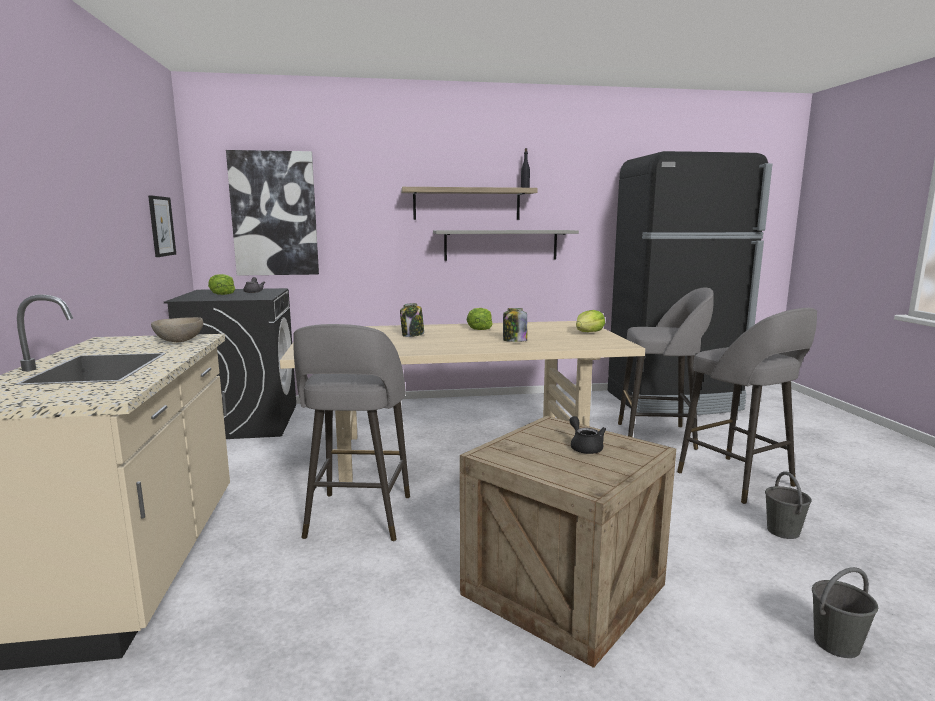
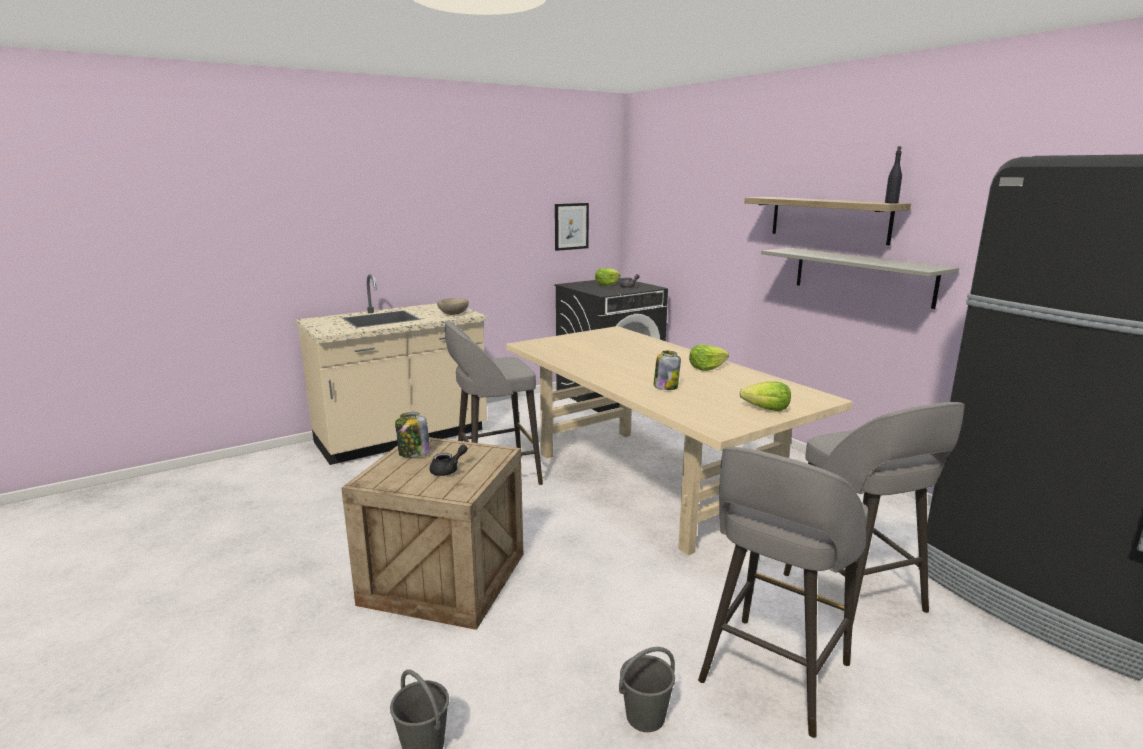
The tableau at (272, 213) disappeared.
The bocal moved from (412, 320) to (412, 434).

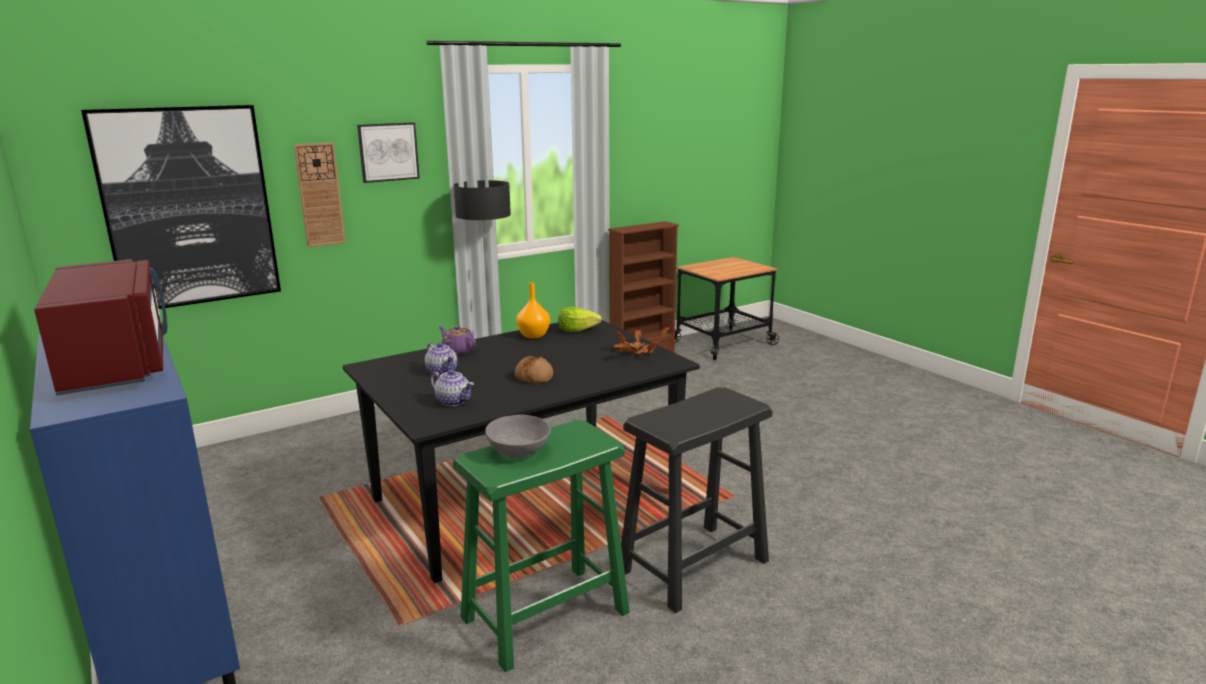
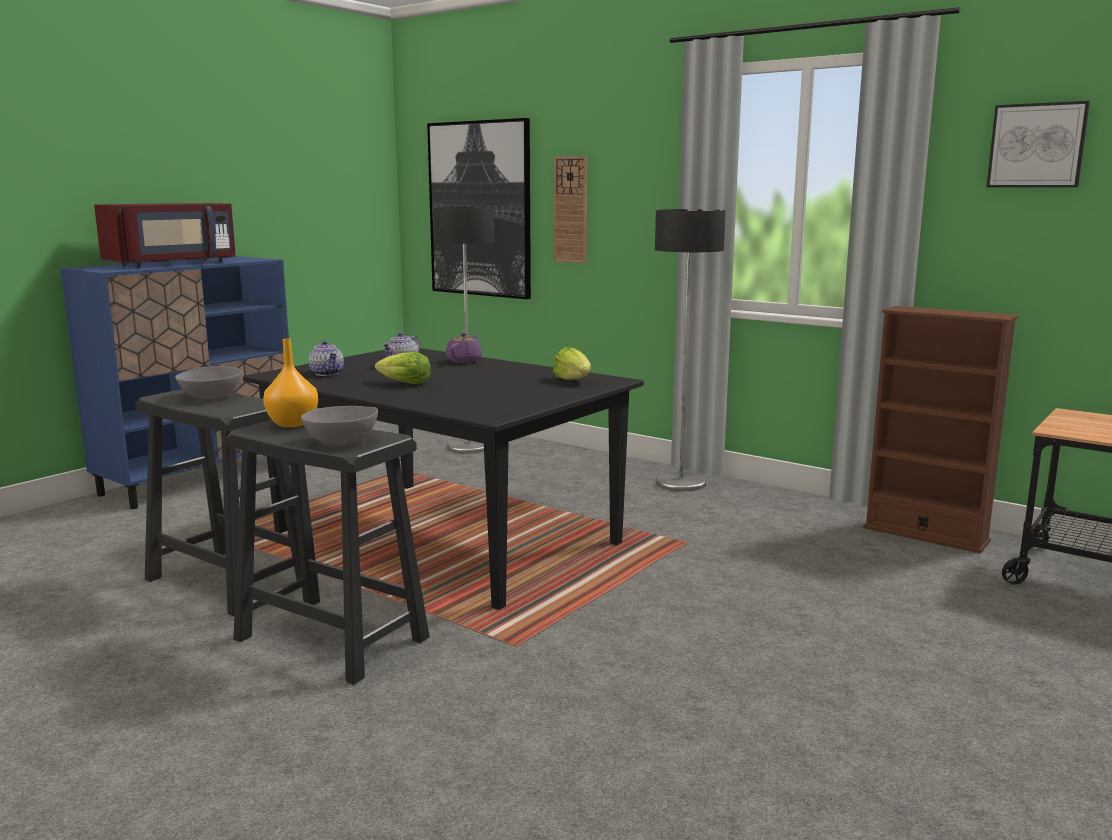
The tableau moved from (388, 152) to (1038, 144).
The théière at (452, 388) turned 45 degrees counterclockwise.
The tabouret/vert at (541, 546) became the tabouret/noir at (218, 503).
The pain at (534, 370) was replaced by the laitue at (403, 368).
The vase/orange moved from (533, 310) to (290, 383).
The plante en pot at (642, 340) disappeared.
The bol/gris at (339, 425) appeared.
The lampadaire at (463, 329) appeared.

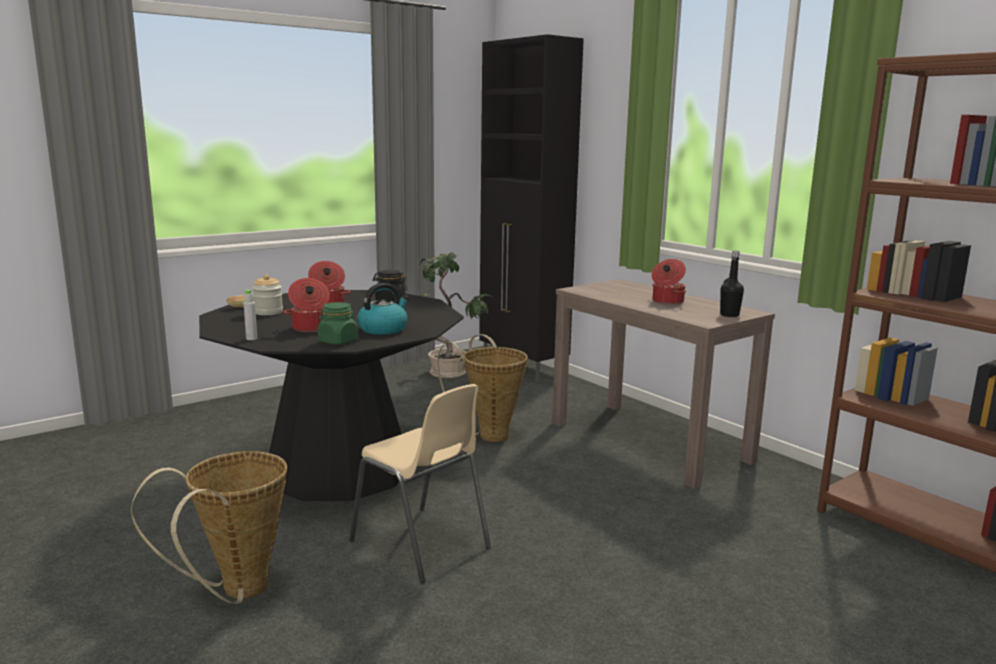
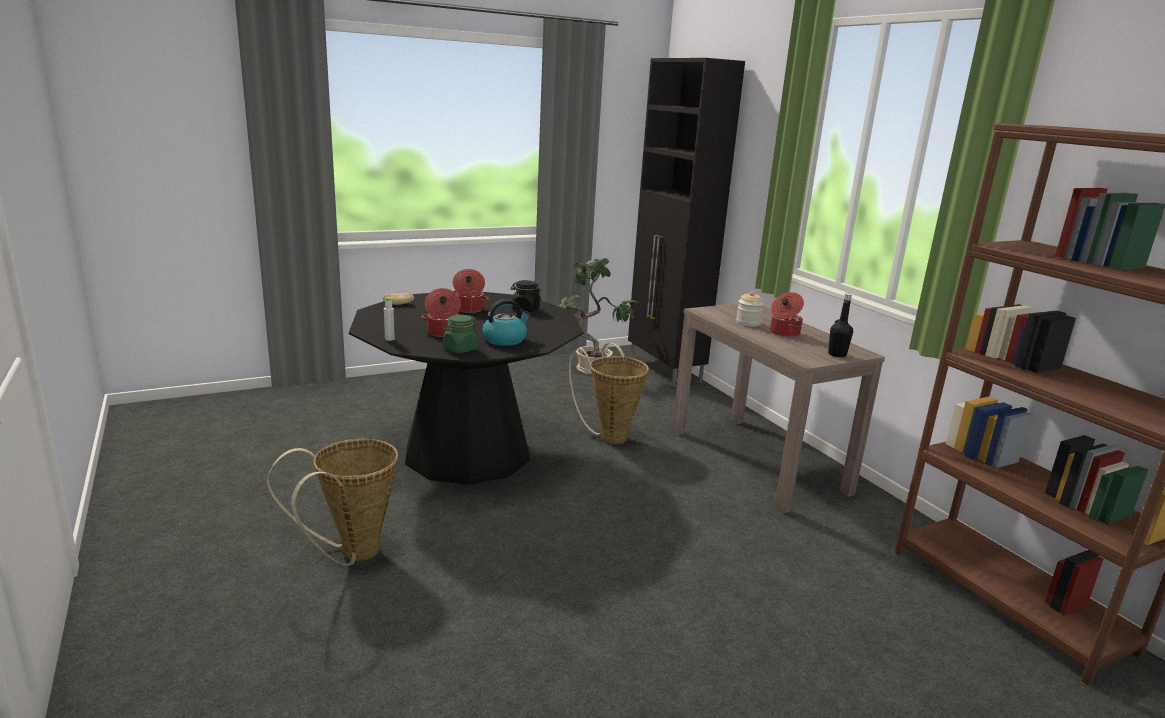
The bocal moved from (267, 294) to (749, 309).
The chaise/beige at (420, 484) disappeared.

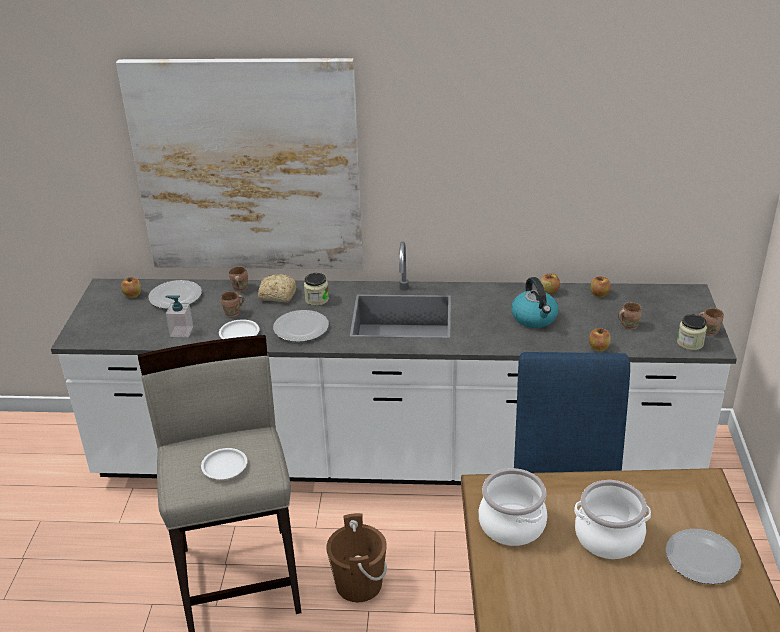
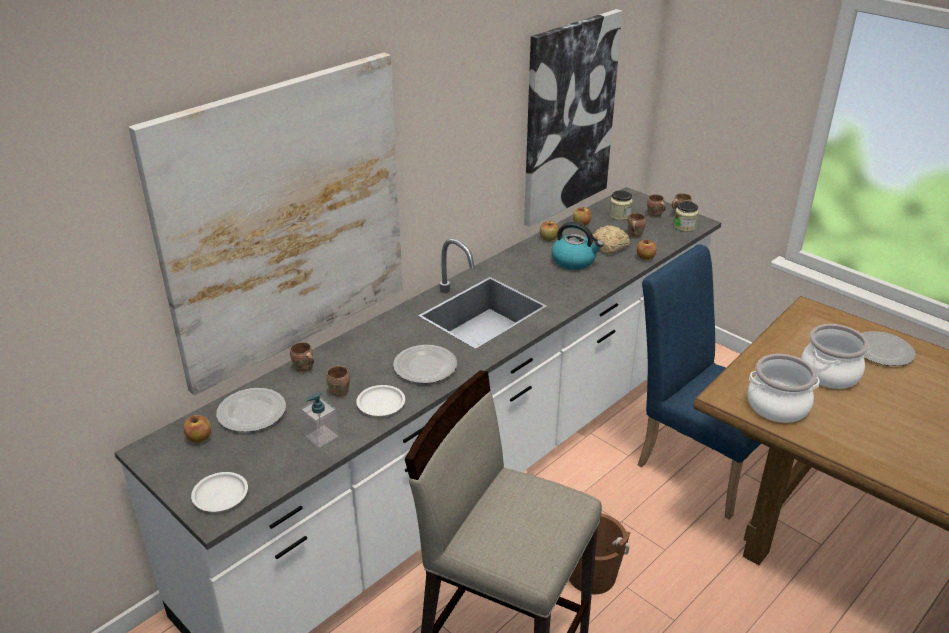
The assiette/blanc moved from (224, 463) to (219, 492).
The pain moved from (277, 288) to (611, 239).
The bocal moved from (316, 289) to (621, 205).
The tableau at (573, 118) appeared.
The mug/marron at (656, 206) appeared.

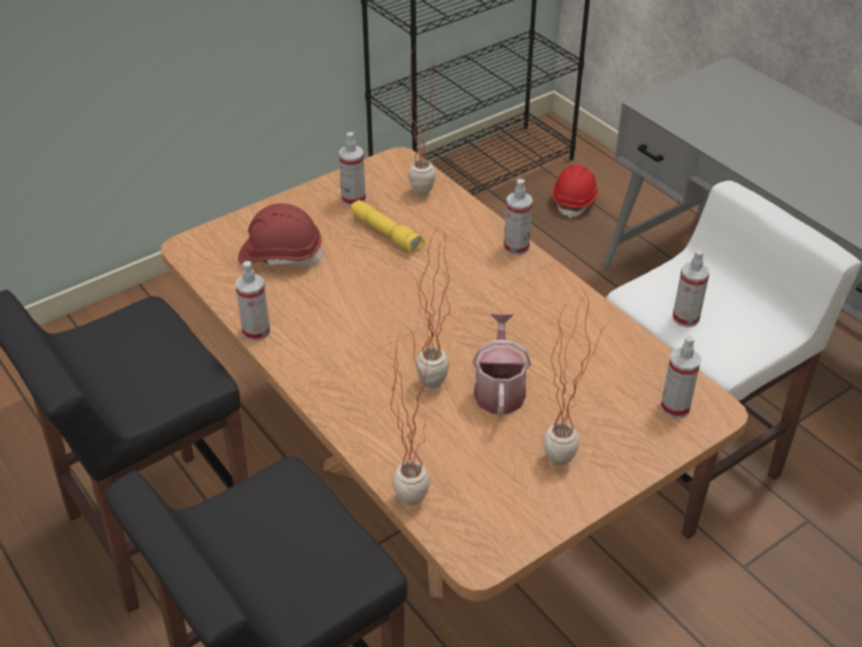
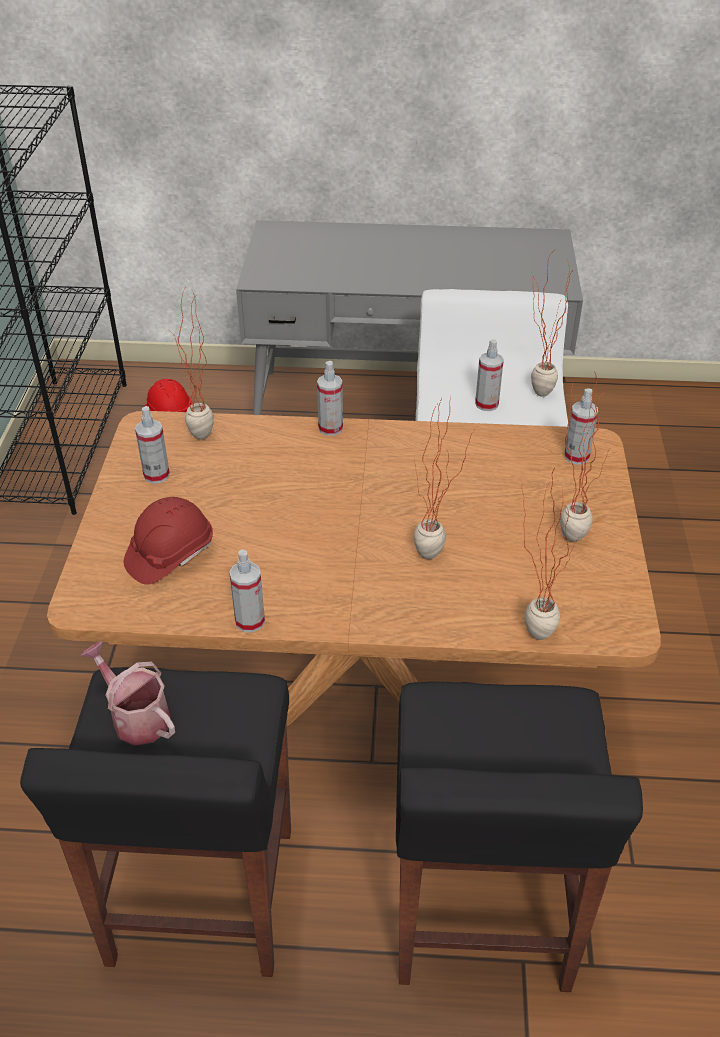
The lampe de poche/jaune at (388, 226) disappeared.
The arrosoir moved from (501, 364) to (128, 693).
The plante en pot at (552, 325) appeared.

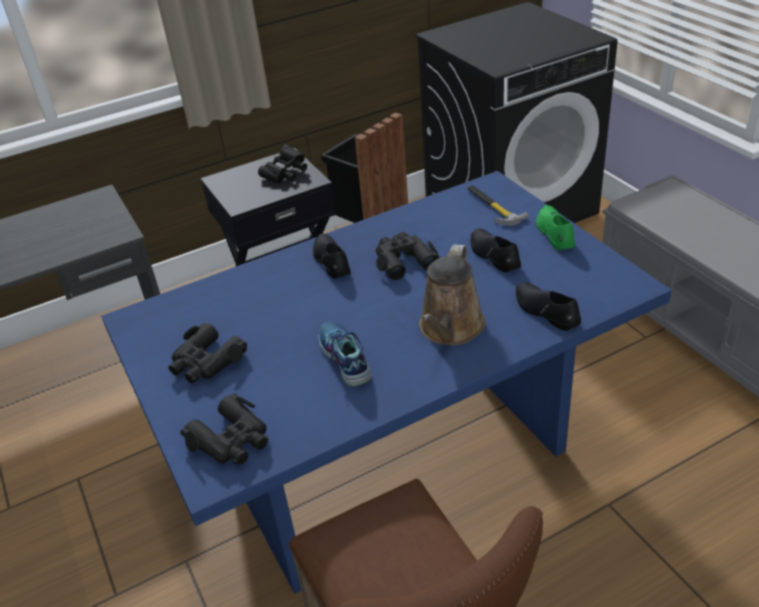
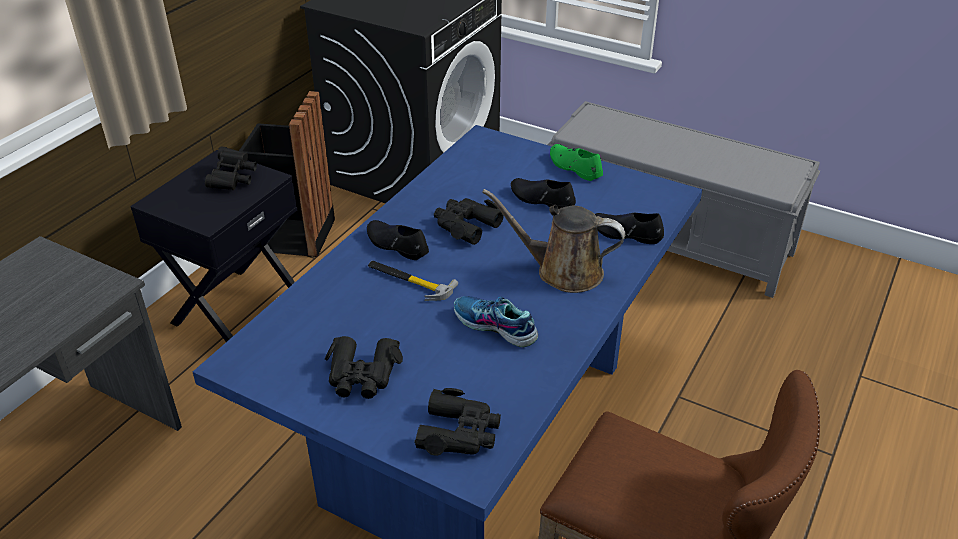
The arrosoir/marron at (452, 294) turned 120 degrees clockwise.
The marteau moved from (498, 205) to (413, 281).

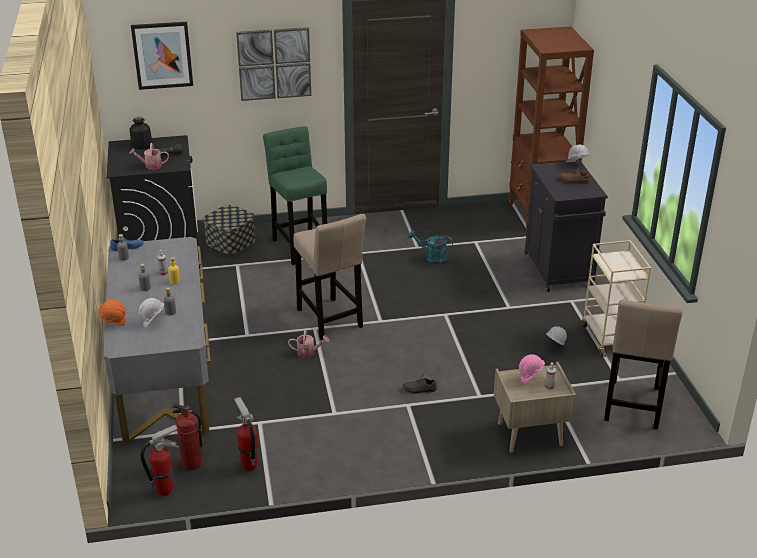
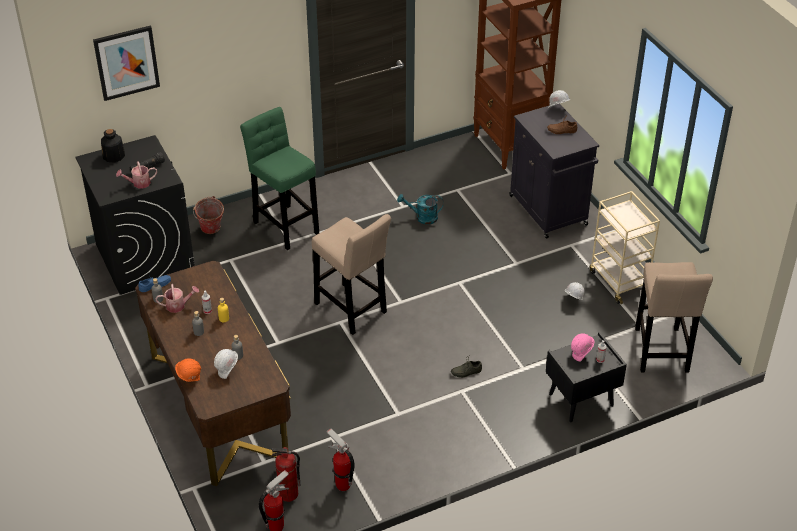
The bureau/gris at (157, 340) became the bureau/marron at (213, 373).
The boîte de rangement at (229, 229) was replaced by the seau at (208, 215).
The tableau at (273, 64) disappeared.
The arrosoir moved from (308, 344) to (177, 298).
The table de chevet/beige at (535, 407) became the table de chevet/noir at (586, 377).

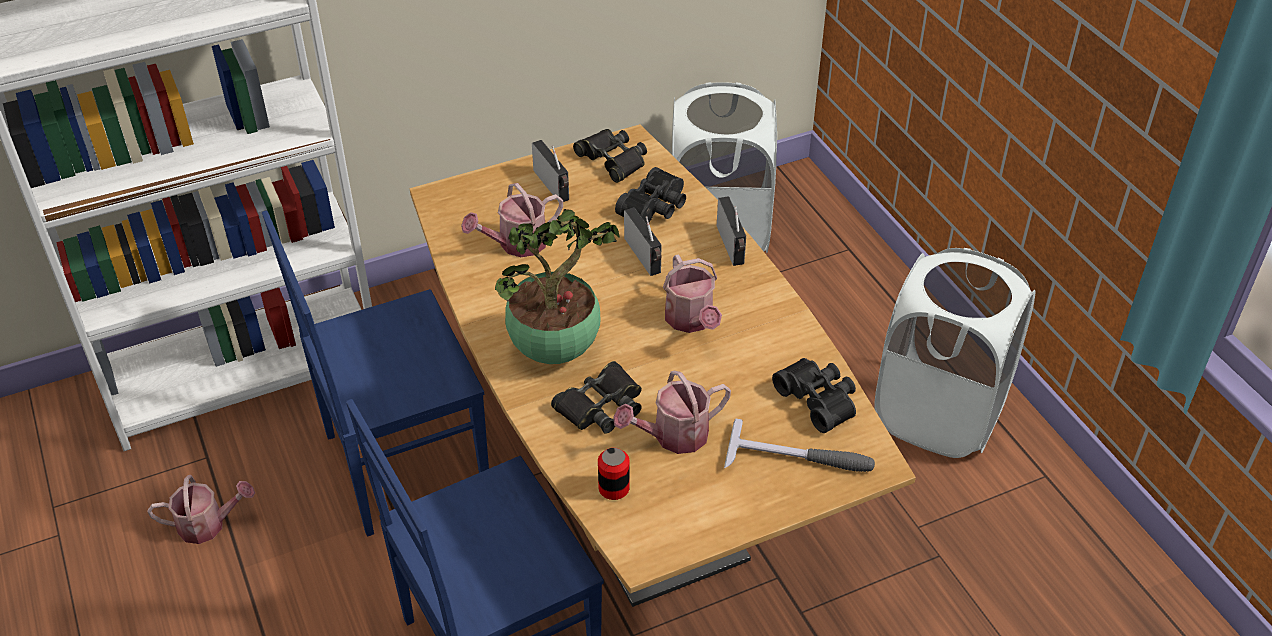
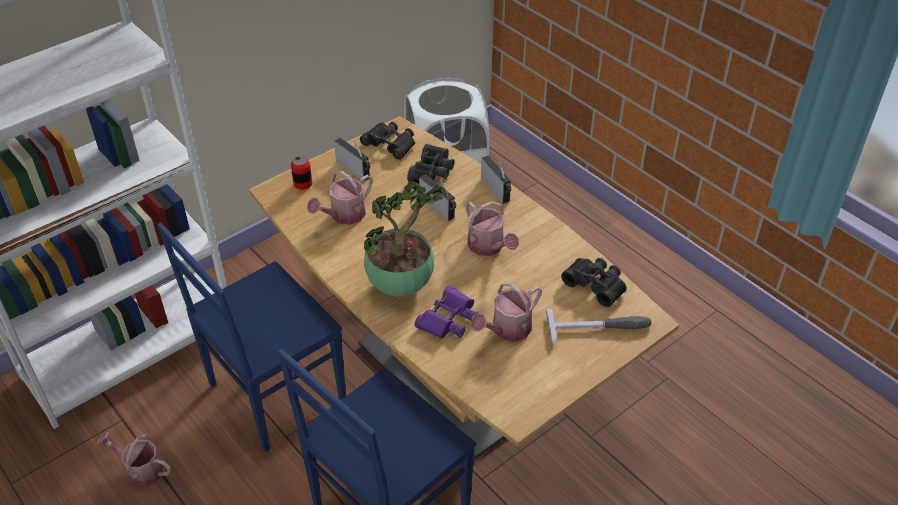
The arrosoir at (201, 509) turned 135 degrees counterclockwise.
The jumelles/noir at (596, 397) became the jumelles/violet at (446, 312).
The boîte métallique moved from (614, 474) to (301, 173).
The panier à linge/blanc at (955, 353) disappeared.

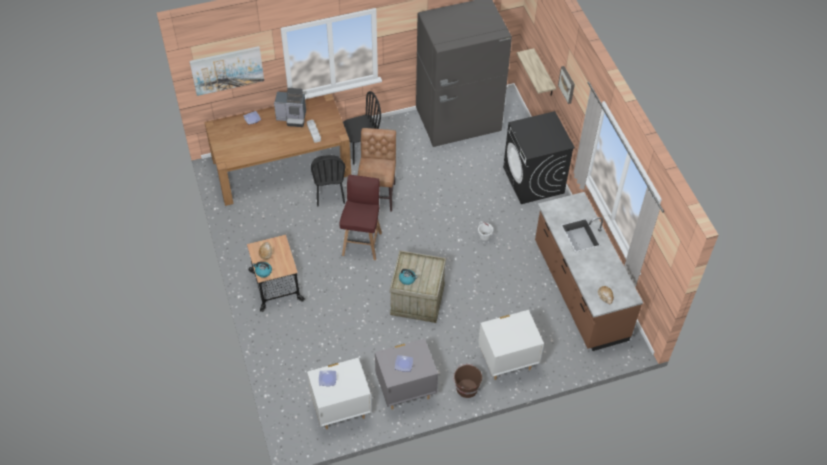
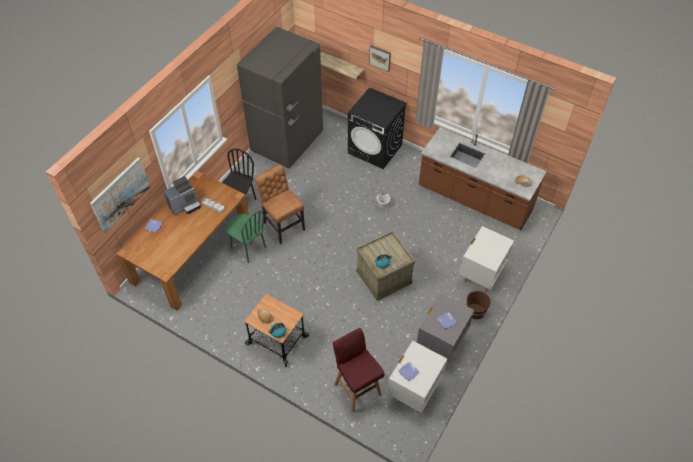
The chaise/noir at (328, 180) became the chaise/vert at (246, 236).
The tabouret/rouge moved from (360, 217) to (358, 370).

